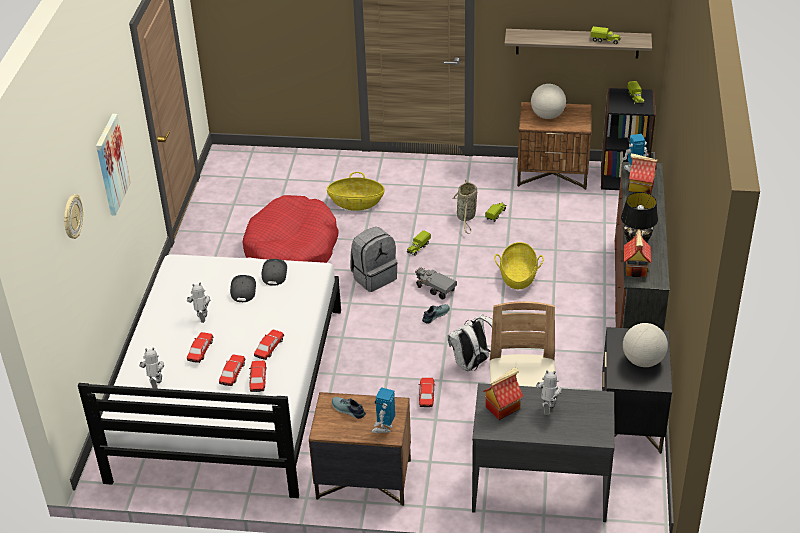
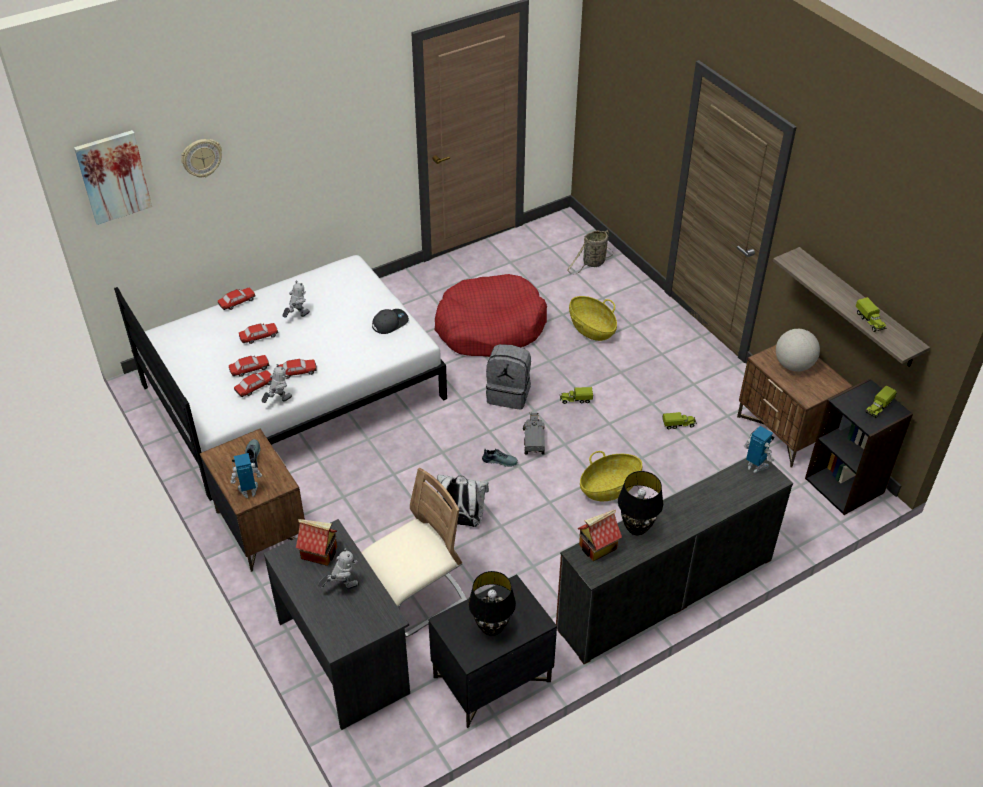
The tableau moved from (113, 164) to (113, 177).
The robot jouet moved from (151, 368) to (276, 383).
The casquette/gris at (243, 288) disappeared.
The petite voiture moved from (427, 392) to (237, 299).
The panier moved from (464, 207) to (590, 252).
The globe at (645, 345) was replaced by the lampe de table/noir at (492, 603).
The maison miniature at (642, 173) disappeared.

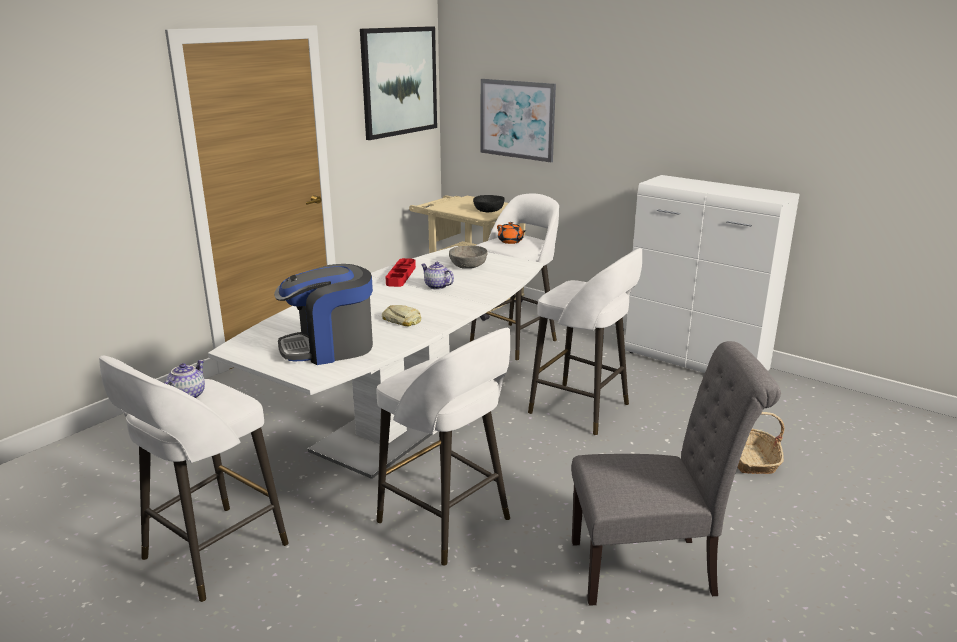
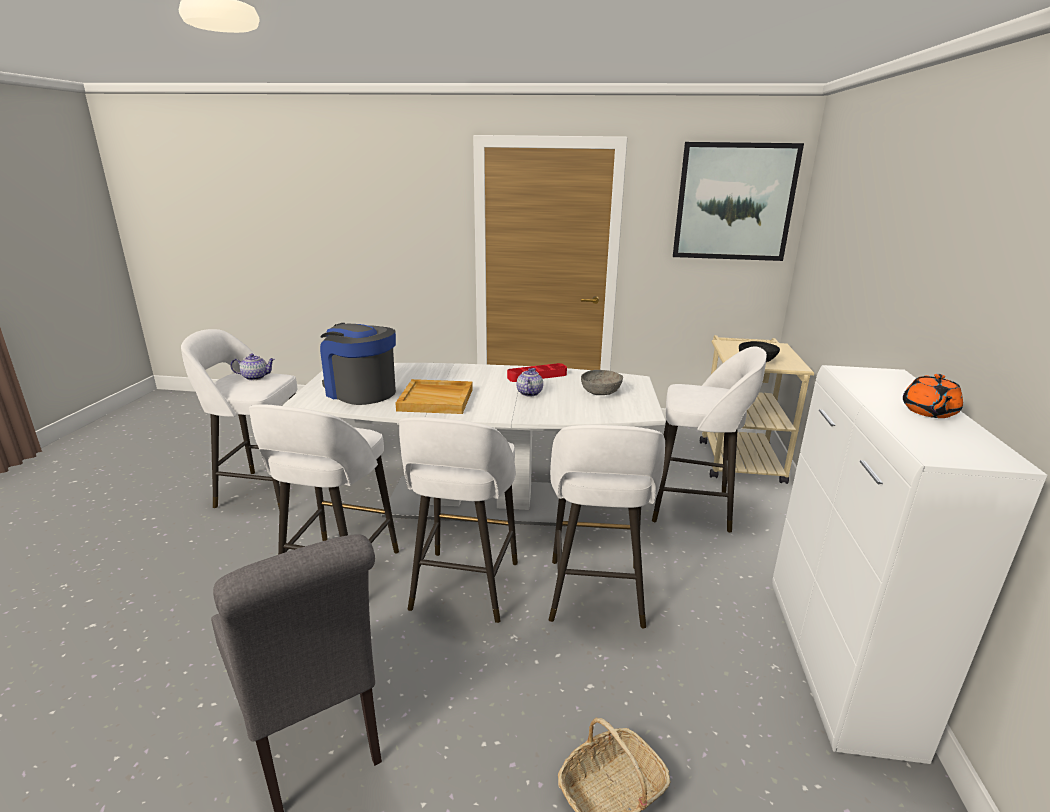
The pain at (401, 315) was replaced by the plateau/beige at (434, 396).
The tableau at (518, 120) disappeared.
The théière/orange moved from (511, 233) to (933, 396).
The tabouret/blanc at (458, 520) appeared.

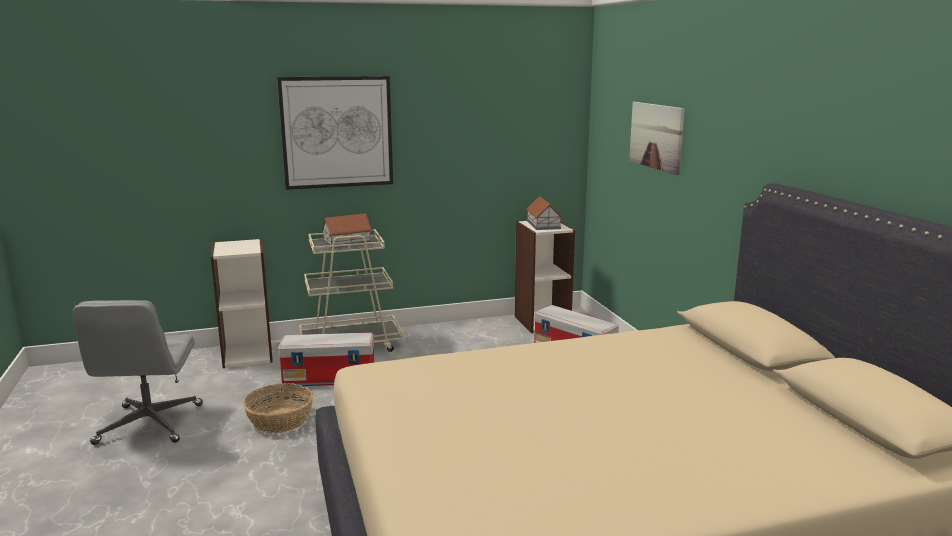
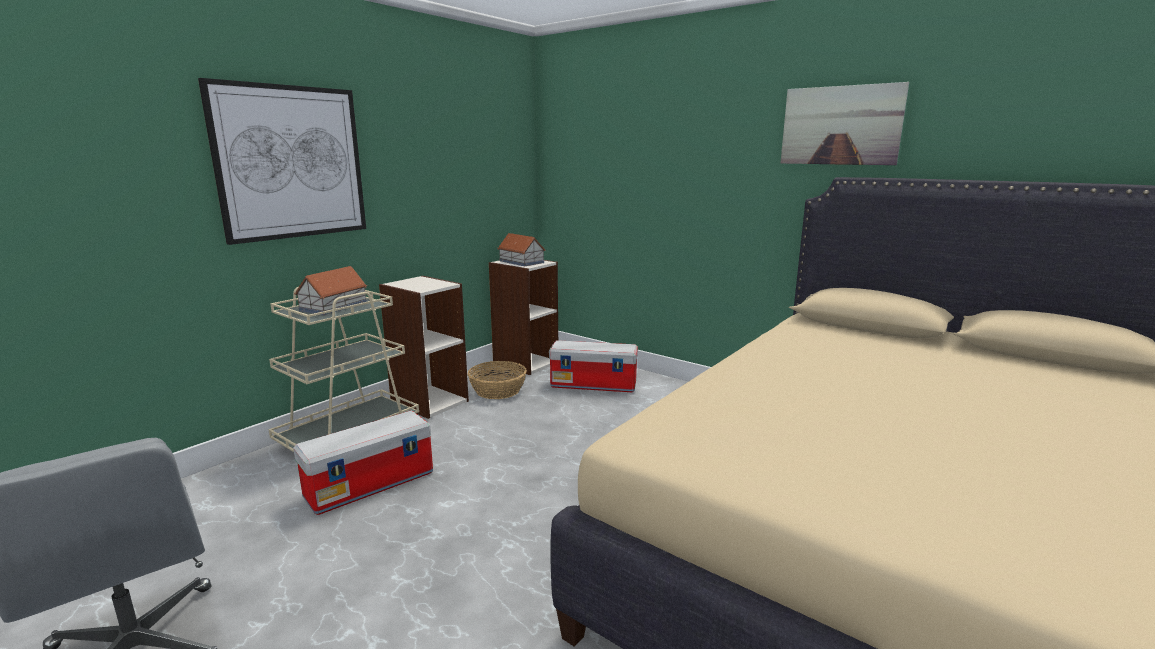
The bibliothèque moved from (242, 303) to (424, 347).
The panier moved from (278, 408) to (497, 380).
The tableau moved from (657, 138) to (845, 123).

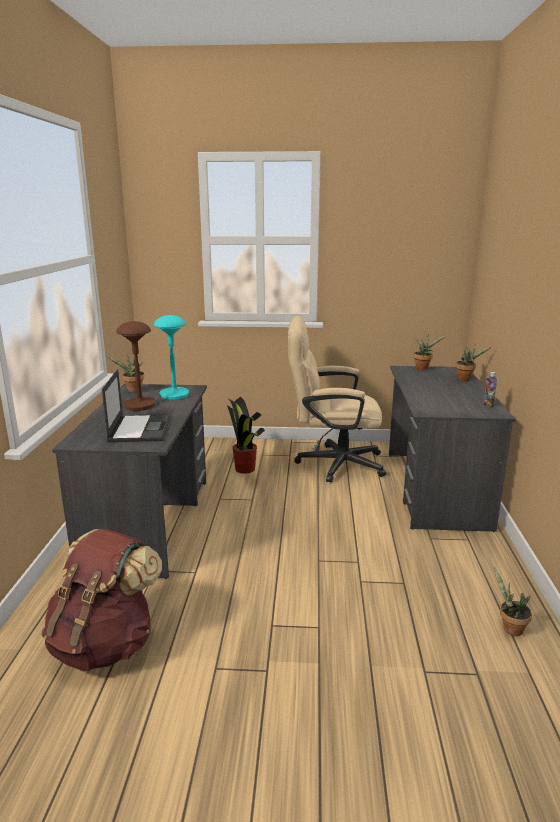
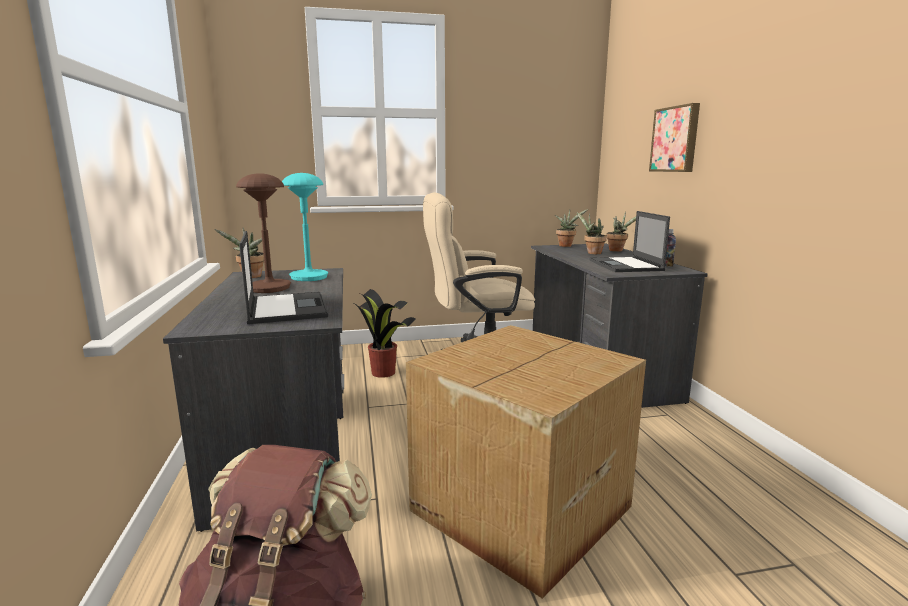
The plante en pot moved from (513, 601) to (591, 233).
The carton at (526, 462) appeared.
The ordinateur portable at (629, 241) appeared.
The tableau at (674, 137) appeared.

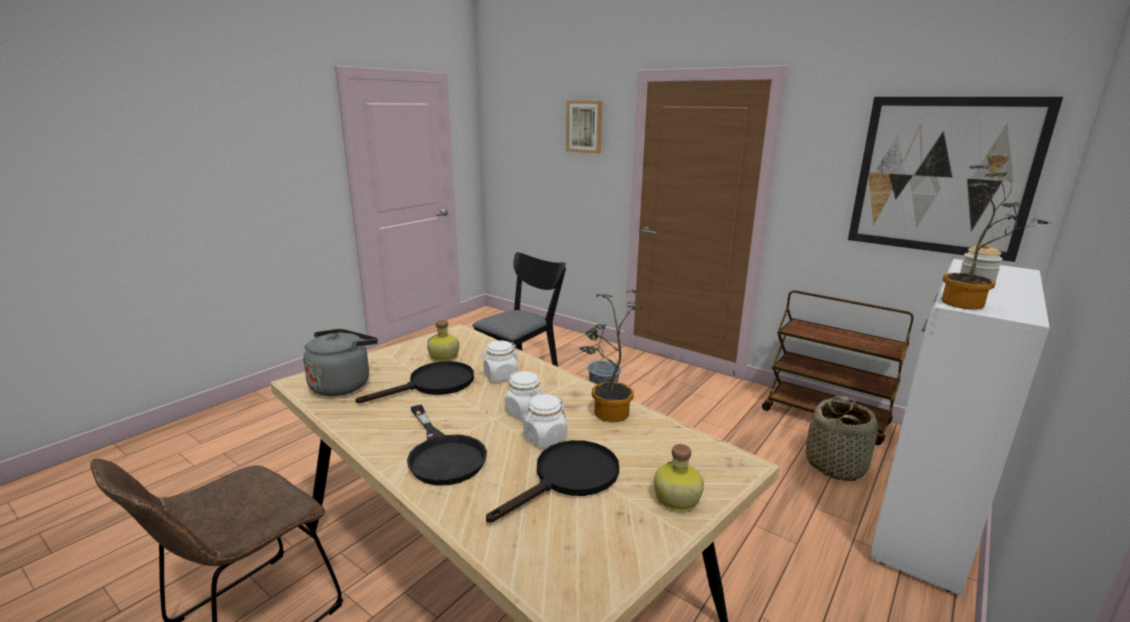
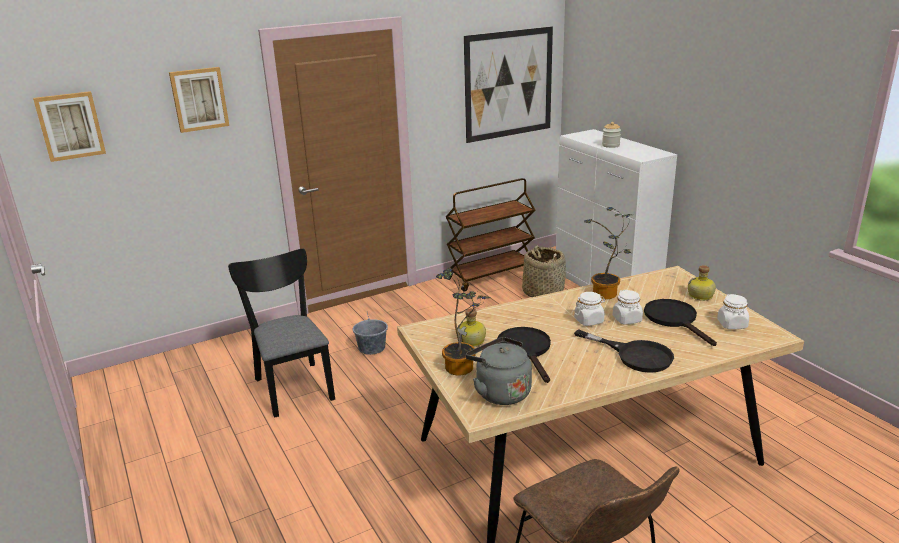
The poêle/noir at (447, 444) turned 45 degrees clockwise.
The bocal/blanc moved from (500, 361) to (733, 311).
The plante en pot moved from (997, 237) to (463, 321).
The tableau at (69, 126) appeared.

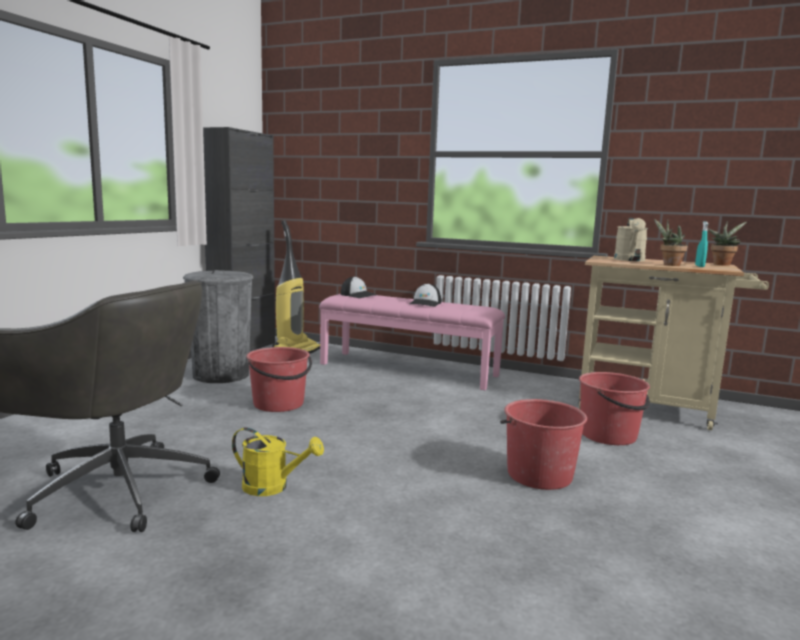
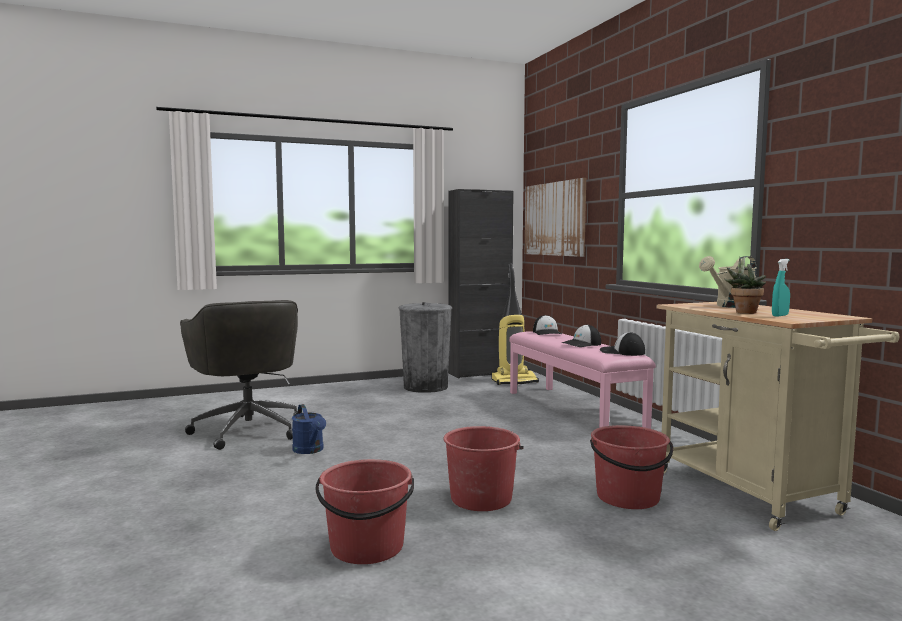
The arrosoir/jaune at (278, 461) became the arrosoir/bleu at (309, 429).
The seau/rouge moved from (279, 379) to (365, 511).
The plante en pot at (727, 243) disappeared.
The tableau at (555, 217) appeared.
The casquette at (622, 344) appeared.

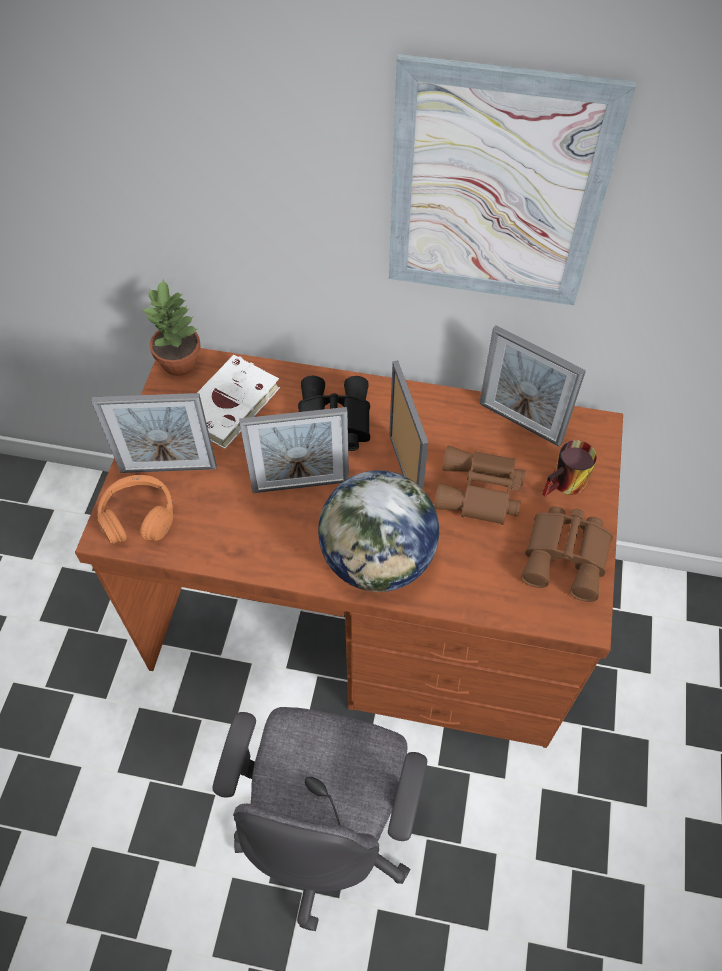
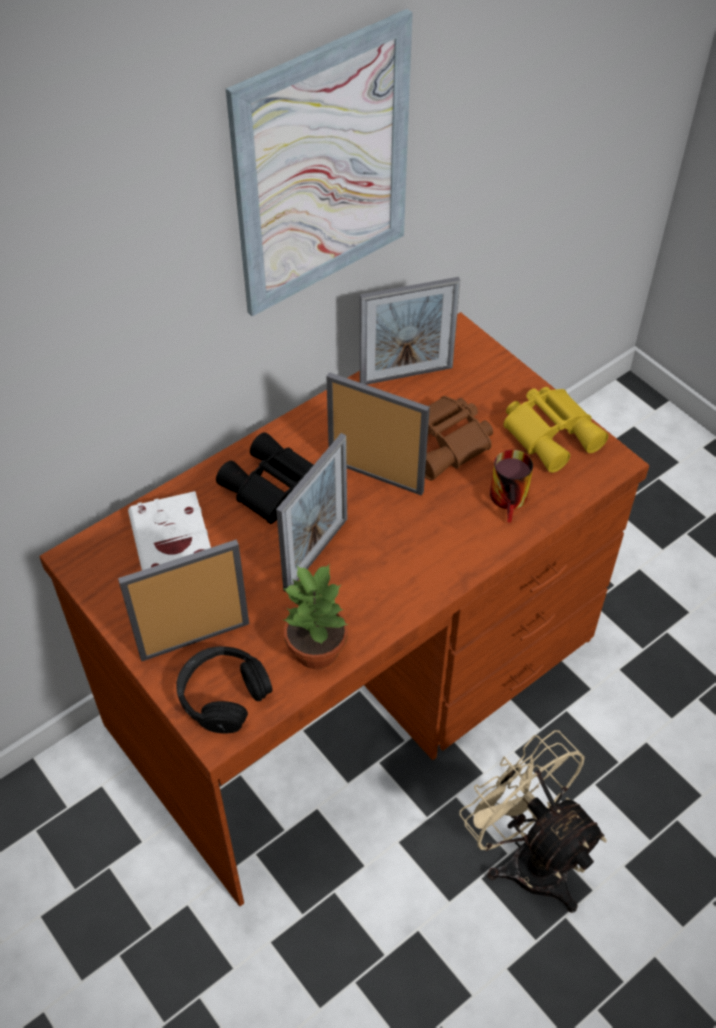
The cadre photo at (154, 433) turned 150 degrees counterclockwise.
The casque audio/orange at (135, 509) became the casque audio/noir at (225, 690).
The plante en pot moved from (171, 327) to (315, 616).
The chaise de bureau/gris at (319, 819) was replaced by the ventilateur/beige at (533, 821).
The globe at (378, 531) disappeared.
The jumelles/marron at (567, 554) became the jumelles/jaune at (556, 430).
The mug moved from (570, 468) to (511, 486).

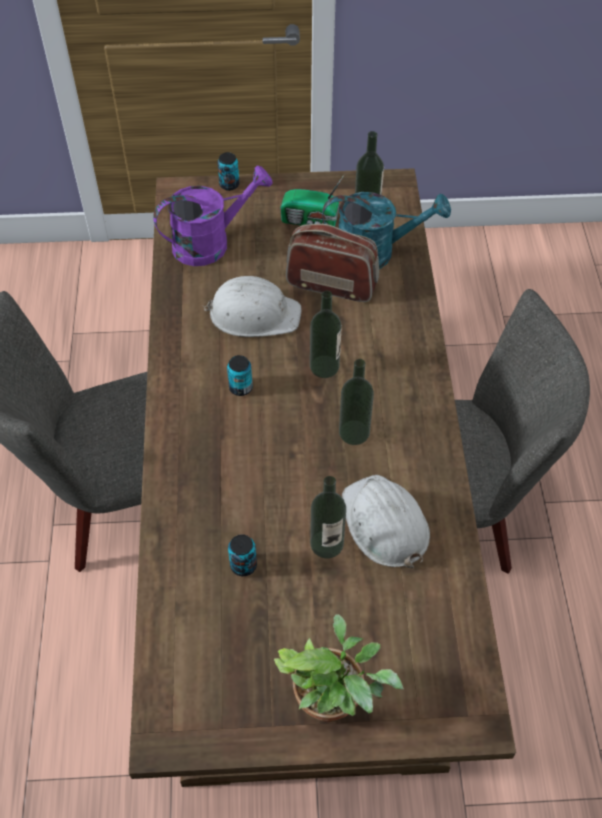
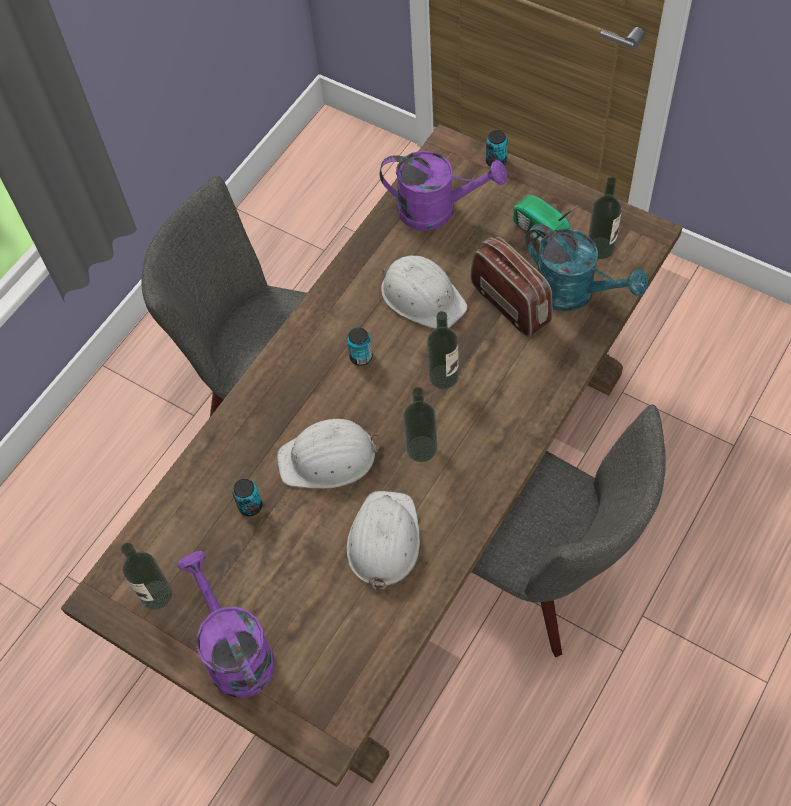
The plante en pot at (339, 668) was replaced by the arrosoir/violet at (226, 624).
The bouteille moved from (328, 517) to (146, 576).
The casque de chantier/blanc at (328, 454) appeared.

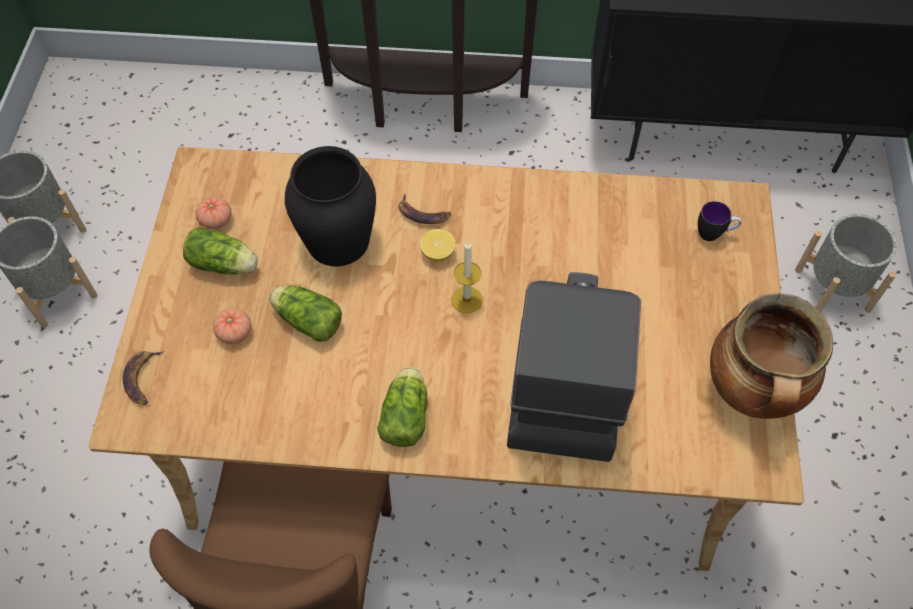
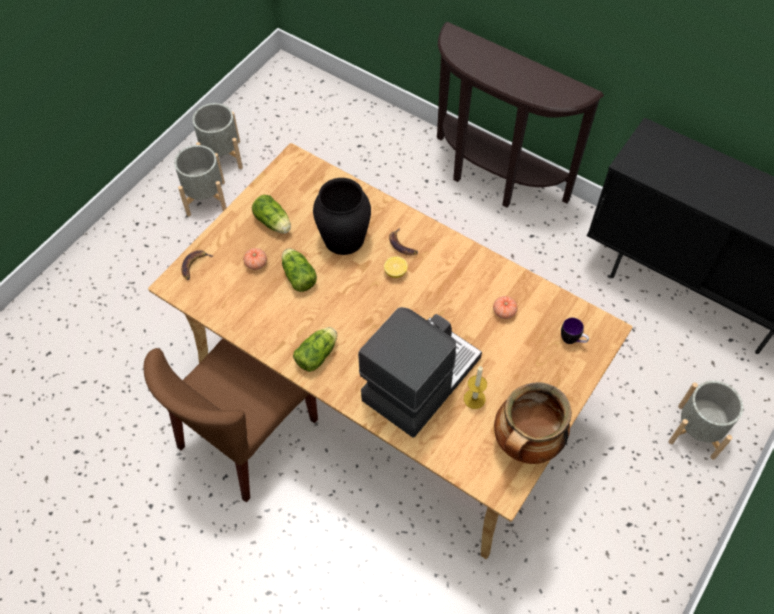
The tomate moved from (213, 213) to (505, 307).
The bougie moved from (467, 277) to (475, 387).

